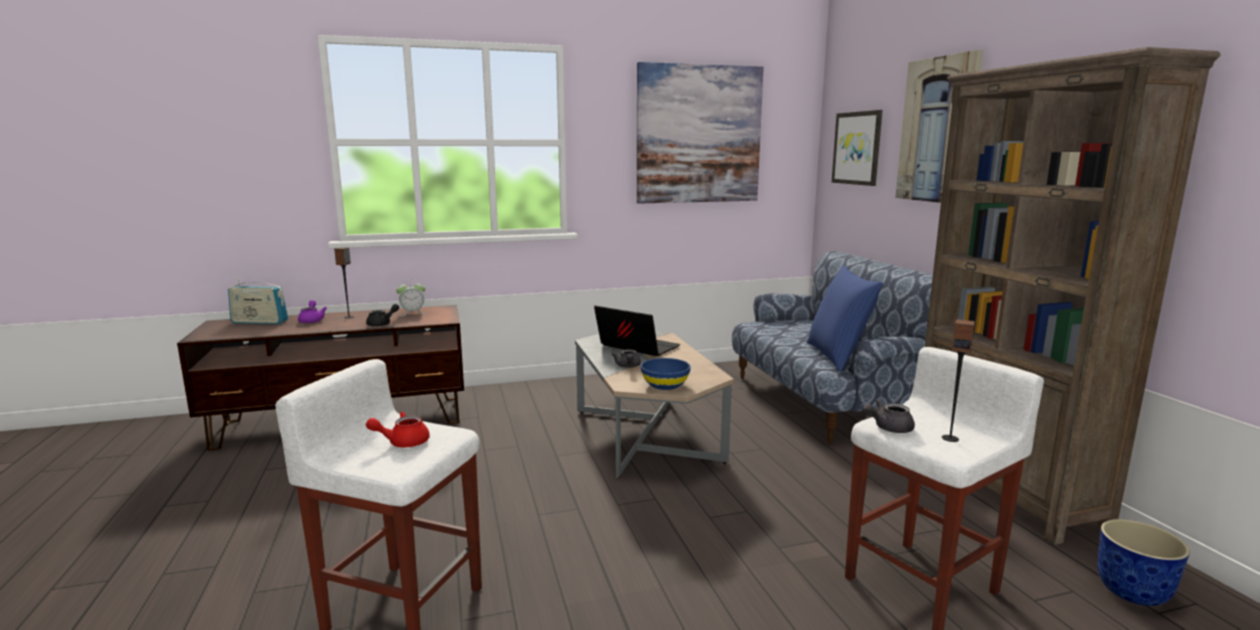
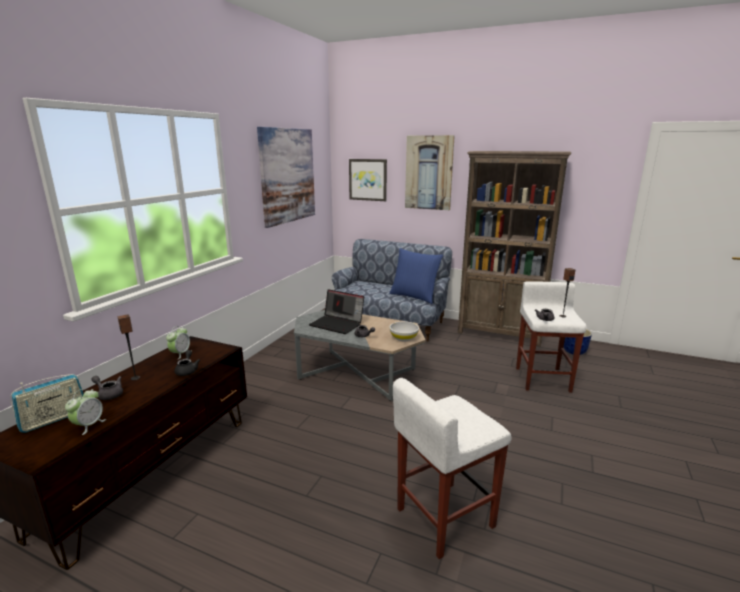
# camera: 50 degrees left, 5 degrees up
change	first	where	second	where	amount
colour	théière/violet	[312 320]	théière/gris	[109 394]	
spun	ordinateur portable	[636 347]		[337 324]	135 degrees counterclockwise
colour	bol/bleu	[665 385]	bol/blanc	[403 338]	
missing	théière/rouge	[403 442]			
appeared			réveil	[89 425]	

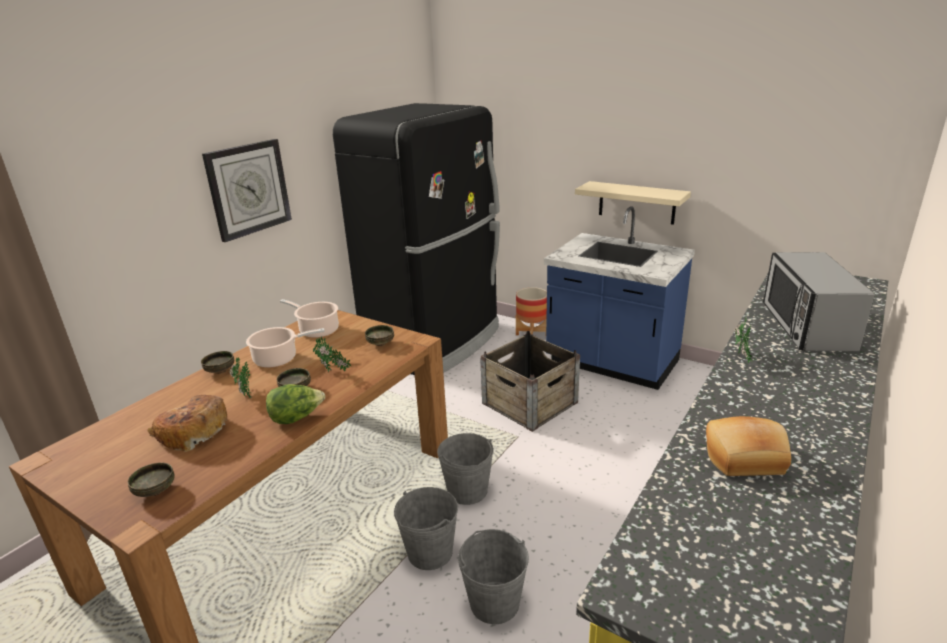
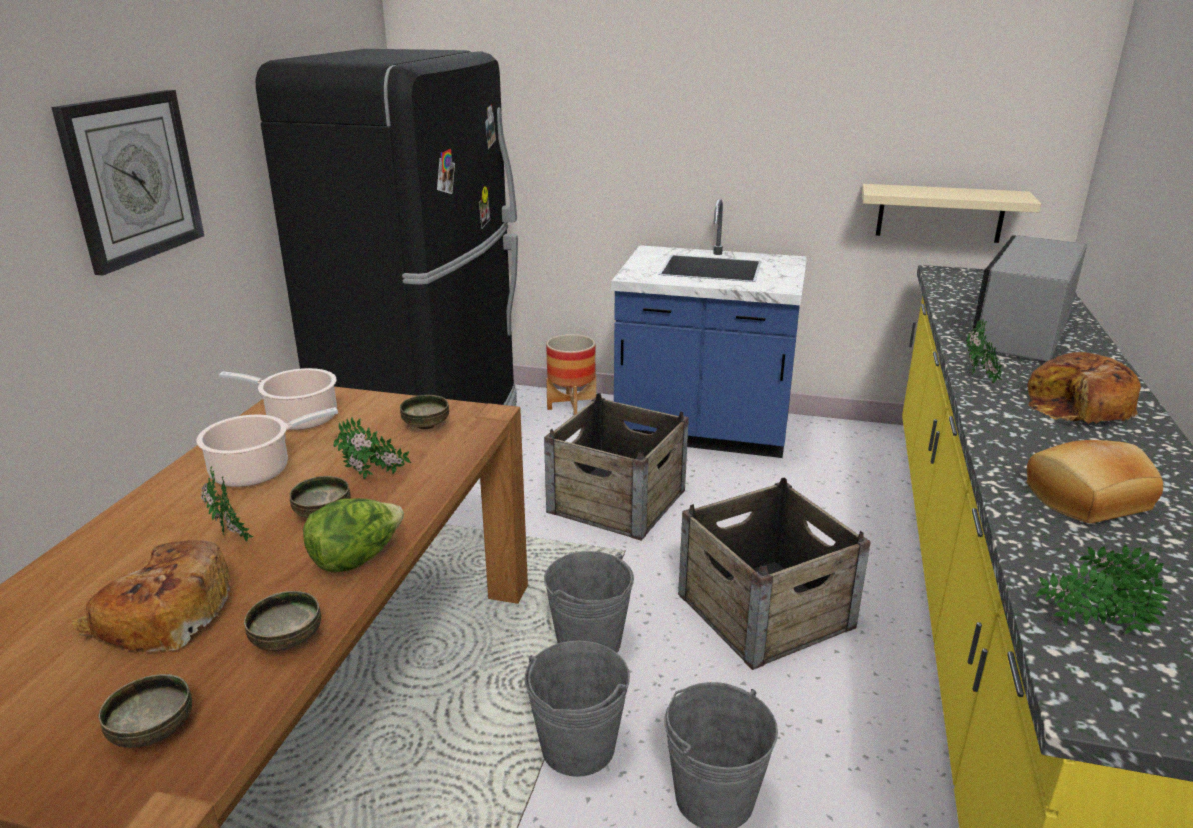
# camera: 20 degrees left, 0 degrees up
change	first	where	second	where	amount
relocated	étagère/beige	[636 202]		[940 213]	
spun	micro-ondes	[806 326]		[1019 333]	45 degrees clockwise
relocated	bol	[220 371]		[288 641]	
appeared			pain	[1078 408]	
appeared			caisse	[764 610]	
appeared			plante en pot	[1090 625]	

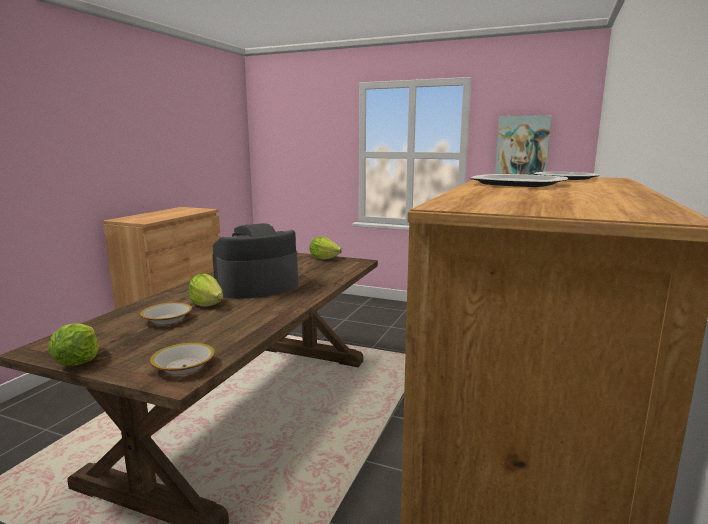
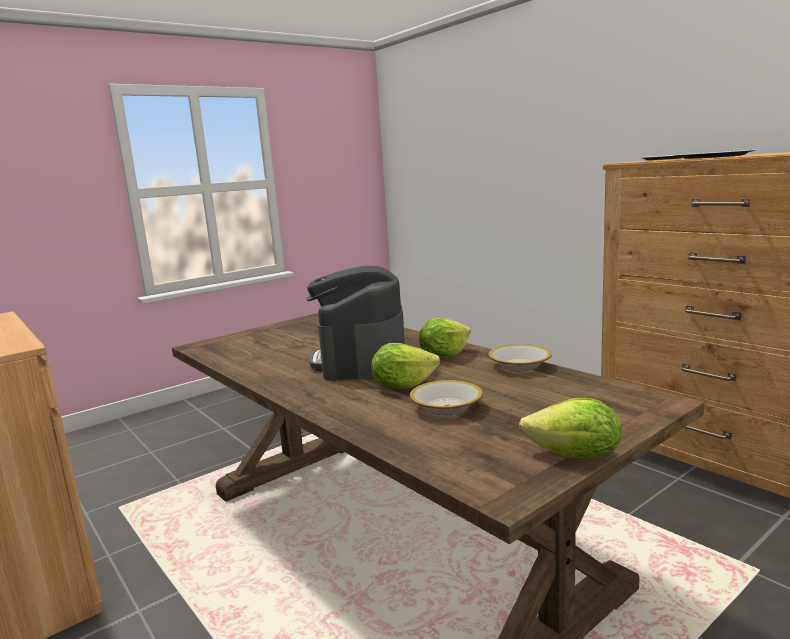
# camera: 60 degrees left, 0 degrees up
change	first	where	second	where	amount
missing	tableau	[522 147]			
relocated	laitue	[324 258]		[444 355]	
relocated	bol	[184 367]		[520 365]	

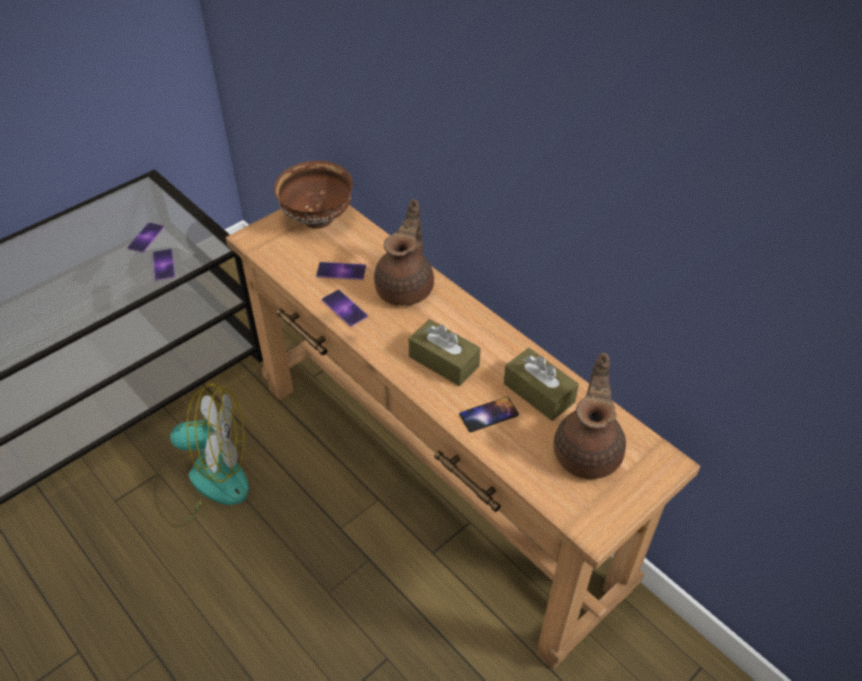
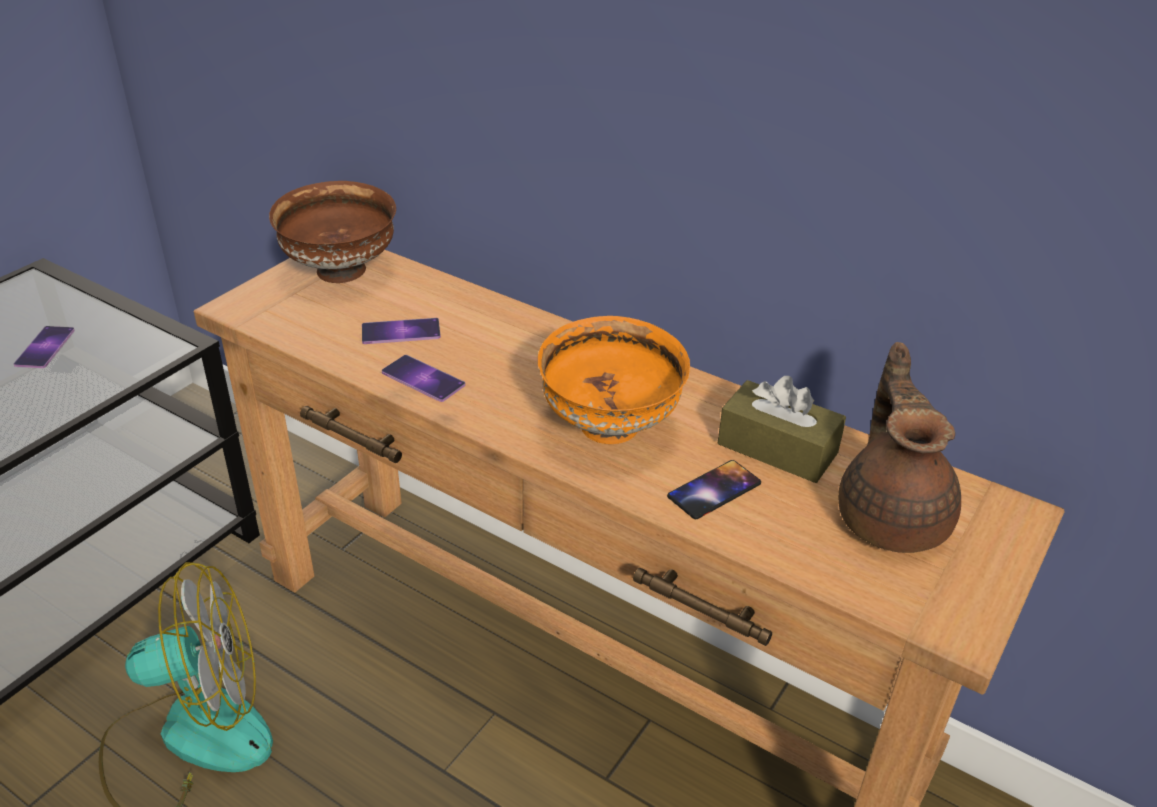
# camera: 15 degrees left, 10 degrees down
change	first	where	second	where	amount
missing	théière/marron	[406 288]			
missing	téléphone	[163 265]			
exchanged	boîte à mouchoirs/marron	[444 361]	bol/orange	[611 428]	

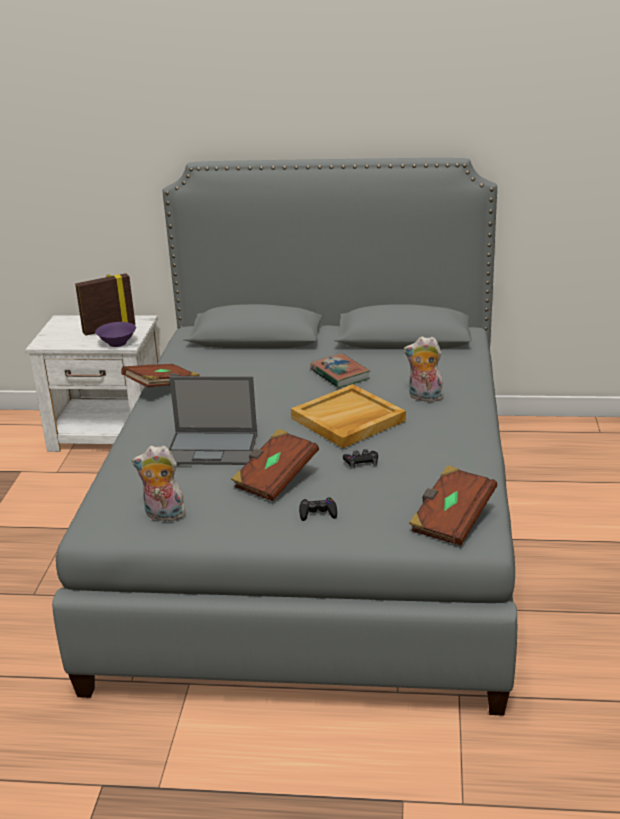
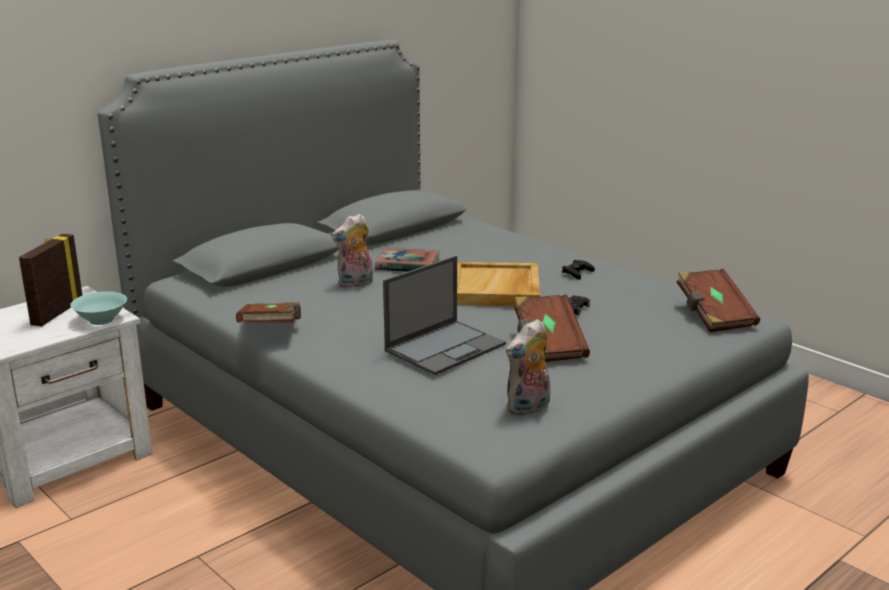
# camera: 50 degrees left, 5 degrees down
change	first	where	second	where	amount
colour	bol/violet	[117 343]	bol/turquoise	[101 319]	
relocated	peluche	[424 398]		[355 284]	
relocated	manette/noir	[318 513]		[577 273]	

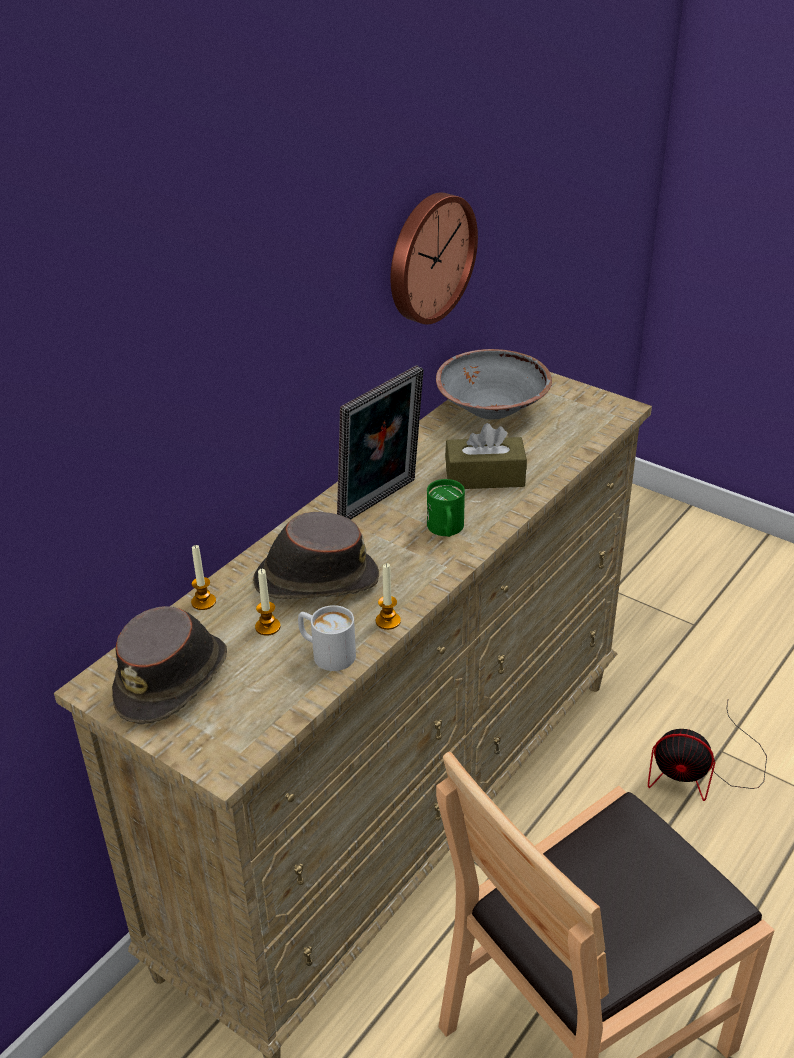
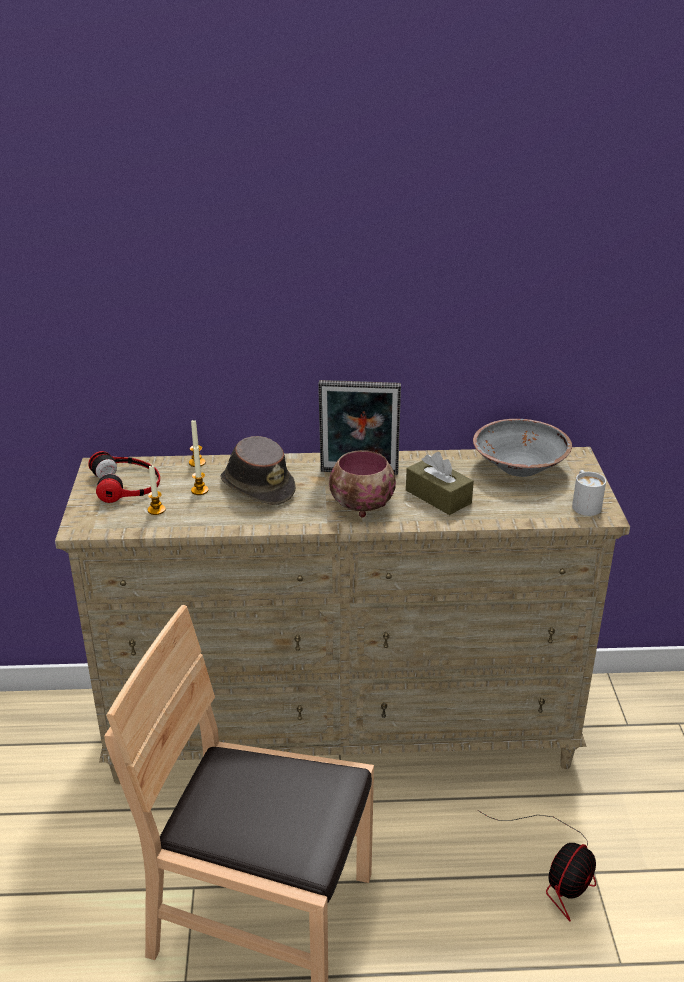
# camera: 50 degrees right, 5 degrees down
change	first	where	second	where	amount
missing	horloge murale	[428 257]			
exchanged	mug/vert	[446 530]	bol	[362 507]	
relocated	bougie	[388 621]		[156 510]	
relocated	mug/blanc	[326 653]		[584 504]	
exchanged	chapeau/marron	[173 679]	casque audio	[127 483]	
spun	ventilateur	[702 771]		[558 871]	120 degrees counterclockwise

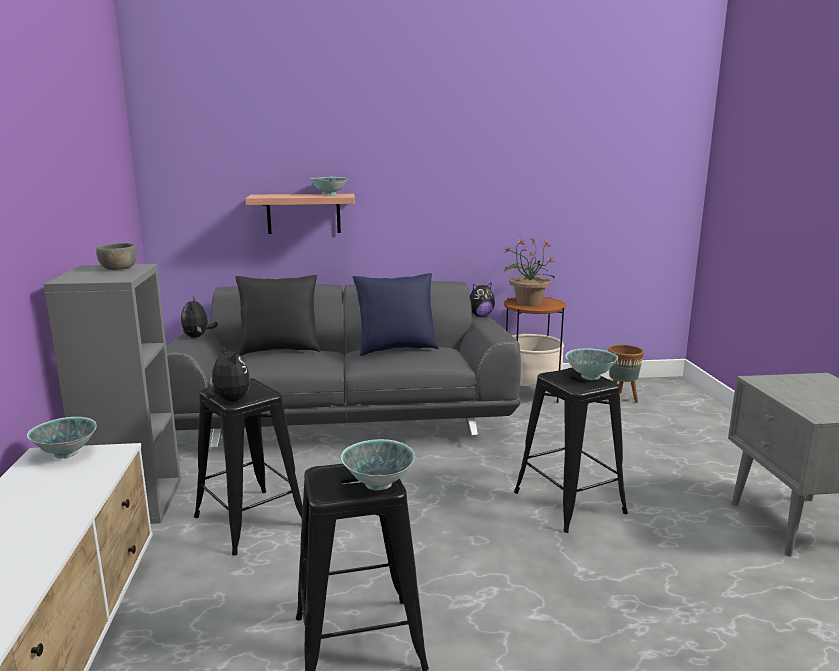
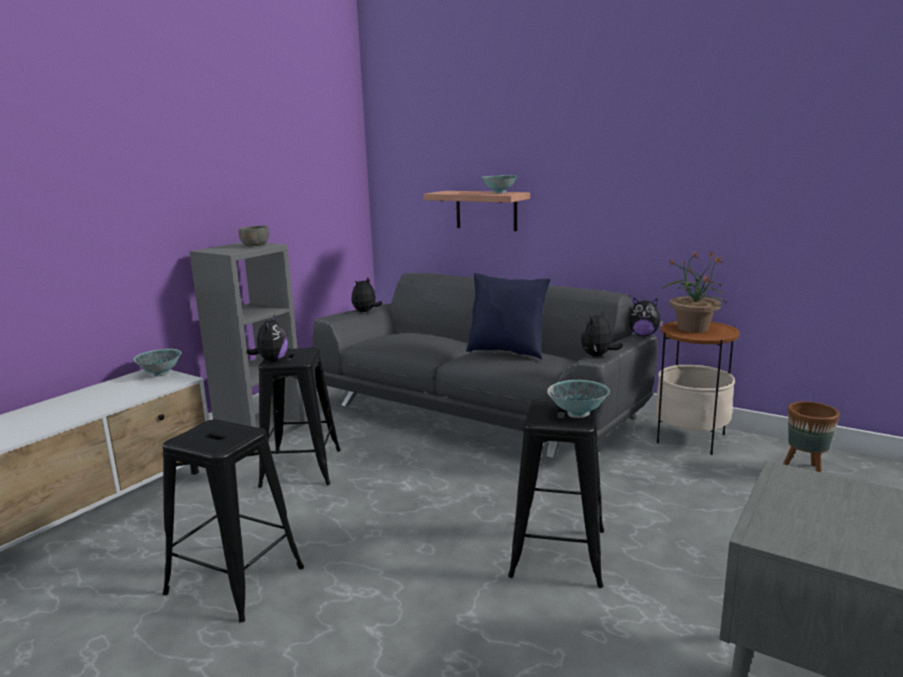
# camera: 40 degrees right, 0 degrees up
change	first	where	second	where	amount
missing	coussin/noir	[279 350]			
missing	bol	[378 484]			
appeared			peluche	[598 356]	

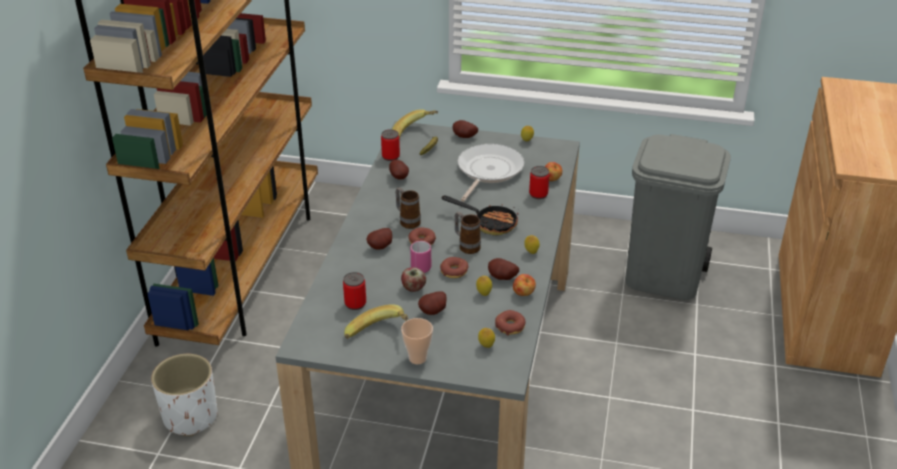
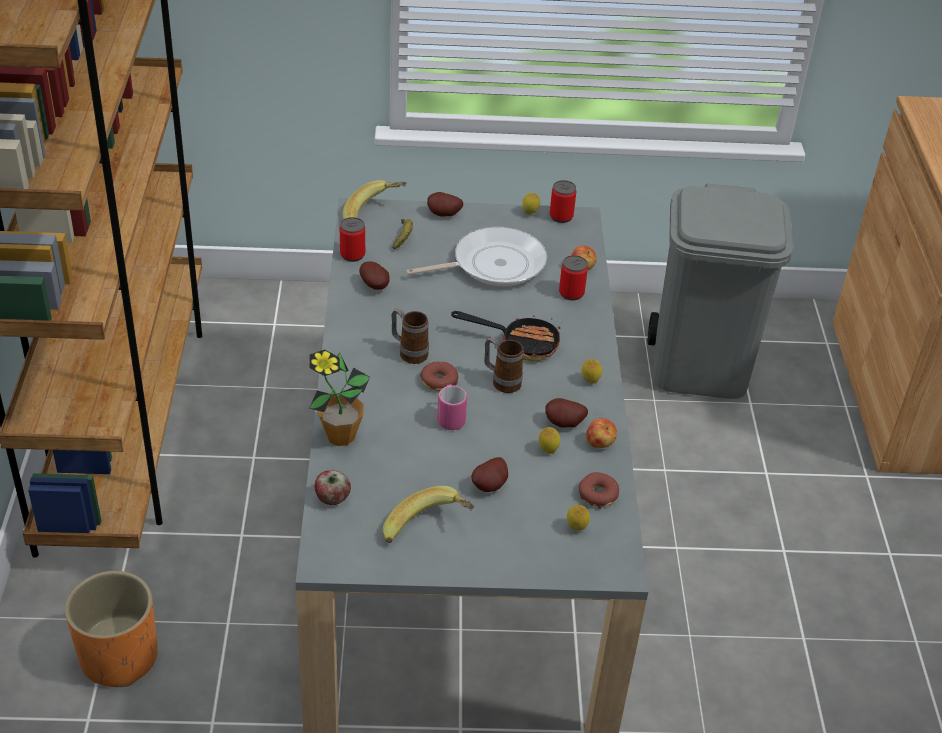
# camera: 15 degrees left, 5 degrees up
change	first	where	second	where	amount
spun	poêle	[488 171]		[493 264]	60 degrees clockwise
missing	pomme de terre	[381 247]			
missing	beignet	[454 271]			
relocated	pomme	[413 288]		[332 499]	
relocated	boîte métallique	[355 303]		[561 216]	
missing	tasse	[417 358]			
colour	cache-pot/blanc	[190 417]	cache-pot/orange	[119 658]	
appeared			plante en pot	[340 436]	

